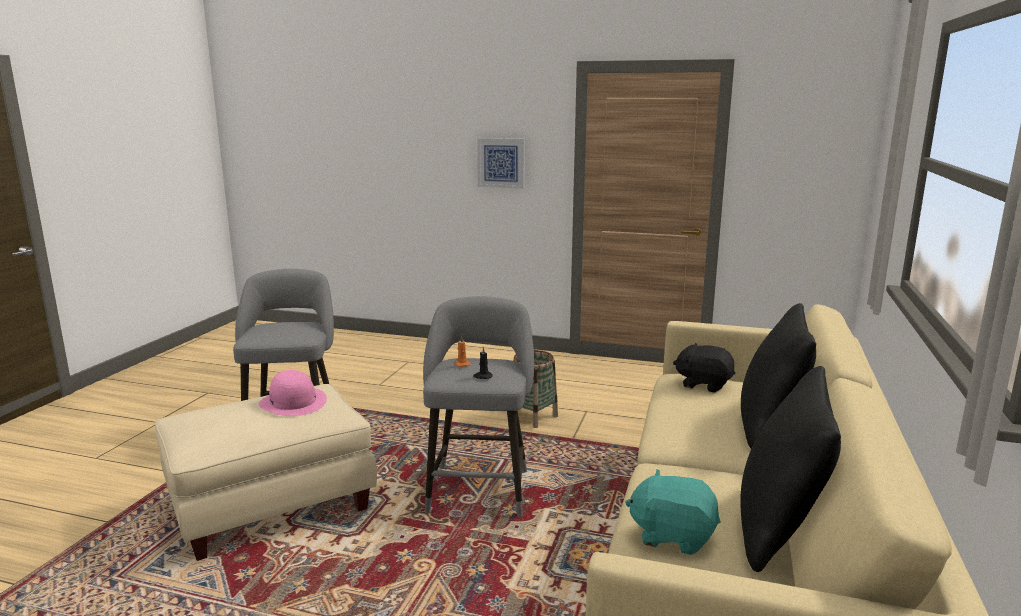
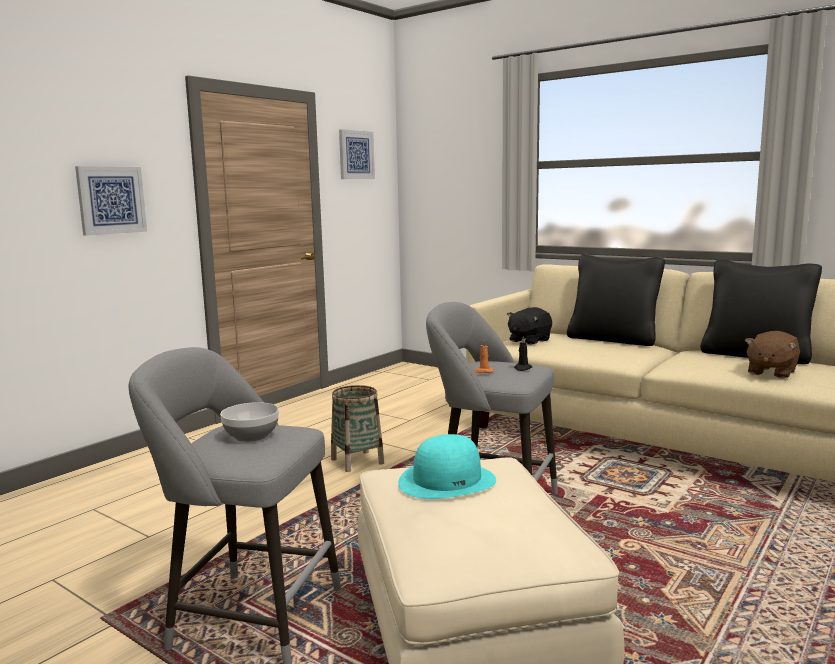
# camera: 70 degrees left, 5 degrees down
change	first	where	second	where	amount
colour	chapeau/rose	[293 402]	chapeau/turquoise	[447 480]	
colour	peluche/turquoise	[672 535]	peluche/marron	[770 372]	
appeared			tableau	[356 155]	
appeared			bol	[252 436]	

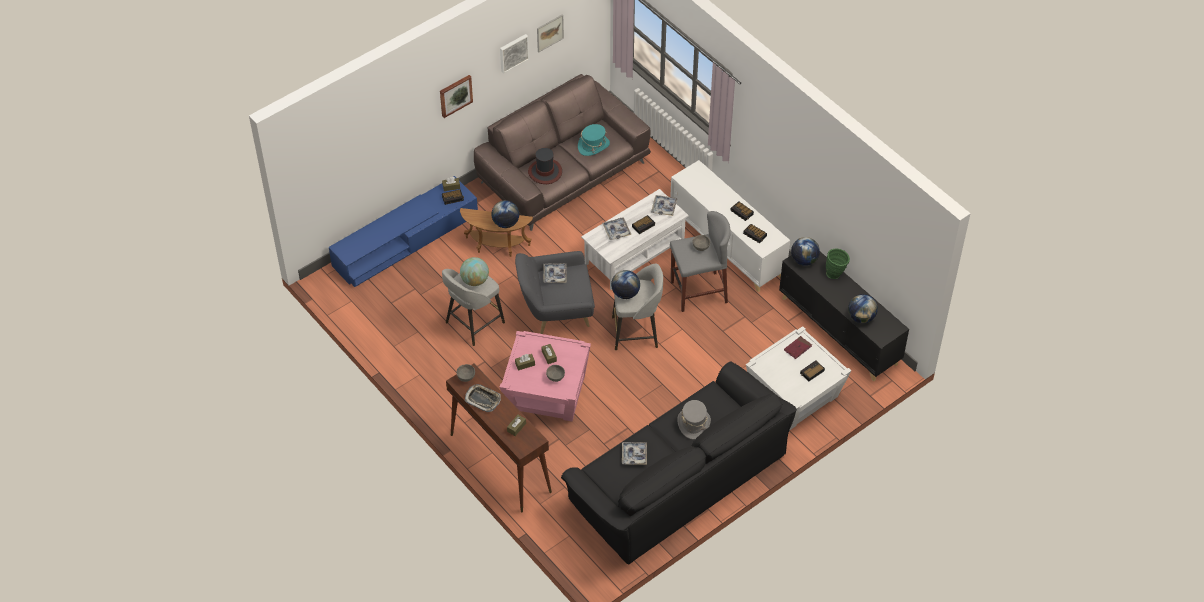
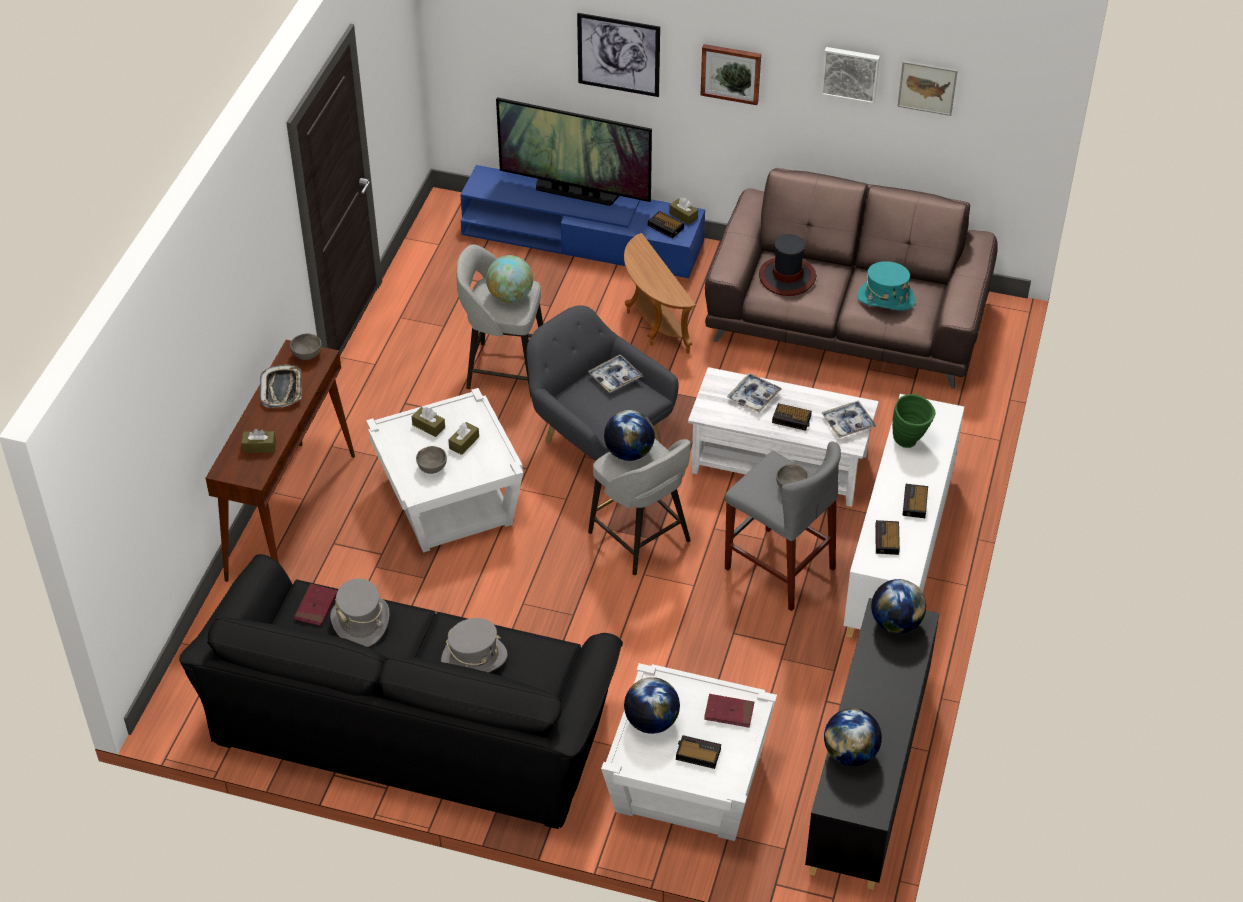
# camera: 55 degrees right, 5 degrees down
change	first	where	second	where	amount
relocated	globe	[505 223]		[651 722]	
relocated	vase/vert	[836 273]		[910 442]	
colour	table d'appoint/rose	[546 394]	table d'appoint/blanc	[448 501]	
exchanged	plateau	[634 455]	chapeau/gris	[361 622]	
appeared			tableau	[618 54]	
appeared			téléviseur	[575 192]	
appeared			livre/rouge	[316 606]	

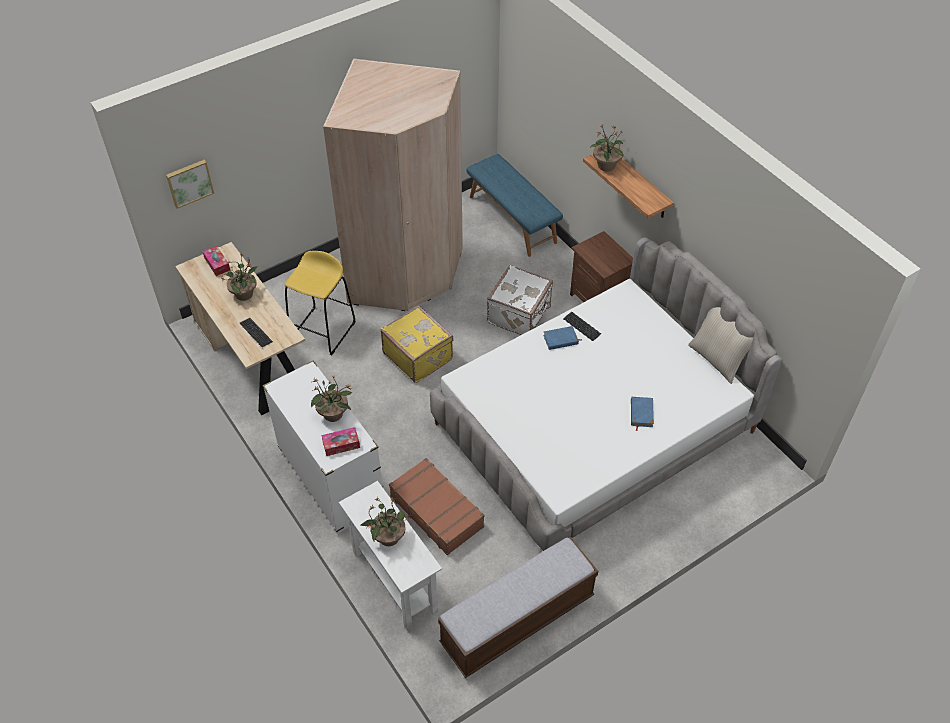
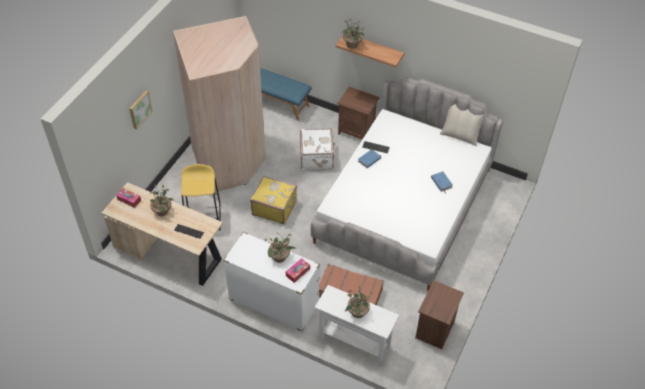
# camera: 30 degrees left, 0 degrees up
change	first	where	second	where	amount
relocated	tableau	[189 183]		[139 109]	
exchanged	banc	[517 620]	table de chevet/marron	[435 330]	

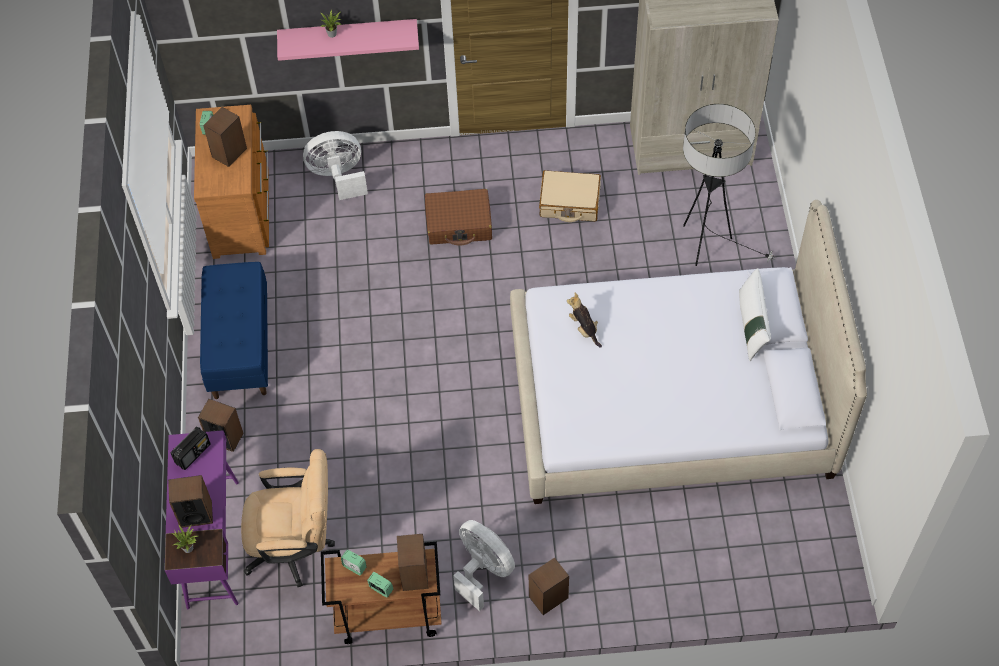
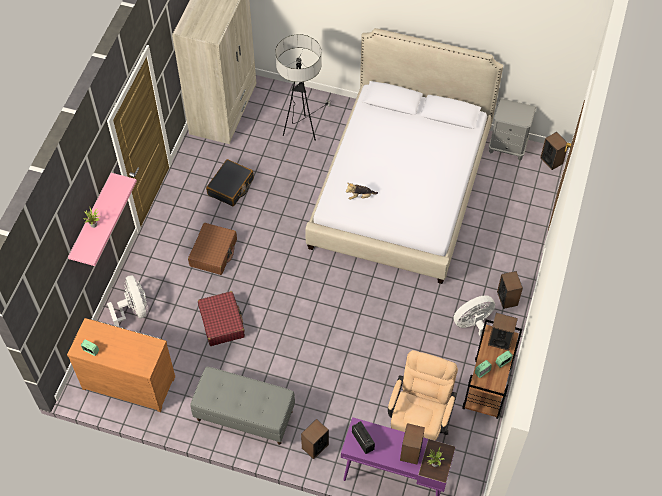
# camera: 70 degrees left, 0 degrees up
change	first	where	second	where	amount
relocated	enceinte	[229 152]		[551 160]	
spun	ventilateur/blanc	[338 177]		[134 310]	150 degrees clockwise
colour	valise/beige	[569 202]	valise/noir	[231 187]	
colour	banc/bleu	[239 345]	banc/gris	[244 415]	
missing	coussin/blanc	[751 326]			
appeared			table de chevet/gris	[507 147]	
appeared			valise/rouge	[222 322]	

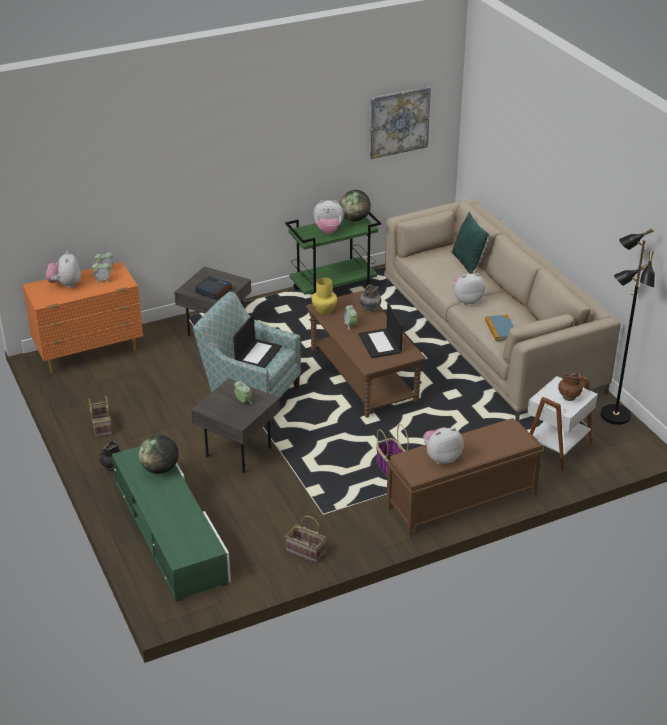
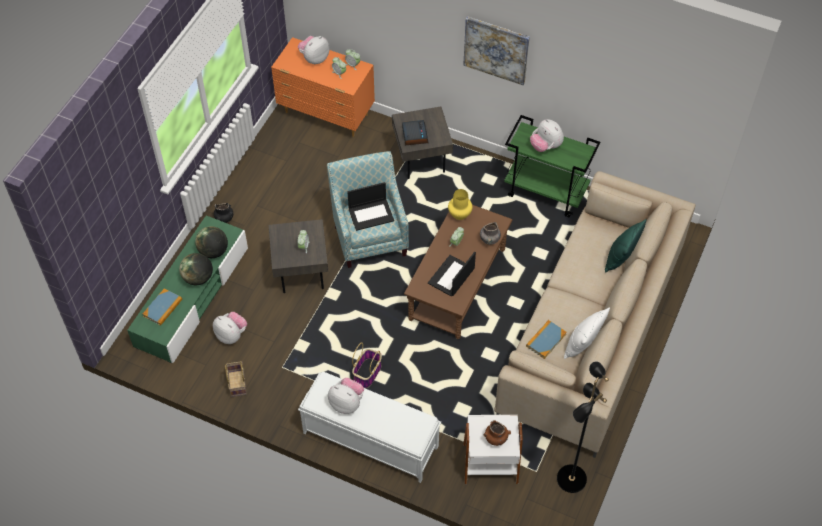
# camera: 50 degrees right, 20 degrees up
change	first	where	second	where	amount
relocated	tableau	[399 122]		[496 50]	
relocated	globe	[354 219]		[198 278]	
relocated	peluche	[467 300]		[231 335]	
missing	panier	[101 426]			
colour	banc/marron	[460 501]	banc/blanc	[369 439]	
appeared			livre	[163 308]	
appeared			coussin/blanc	[582 344]	

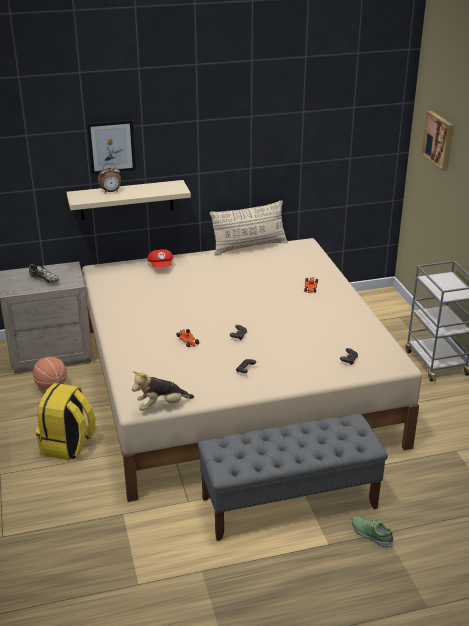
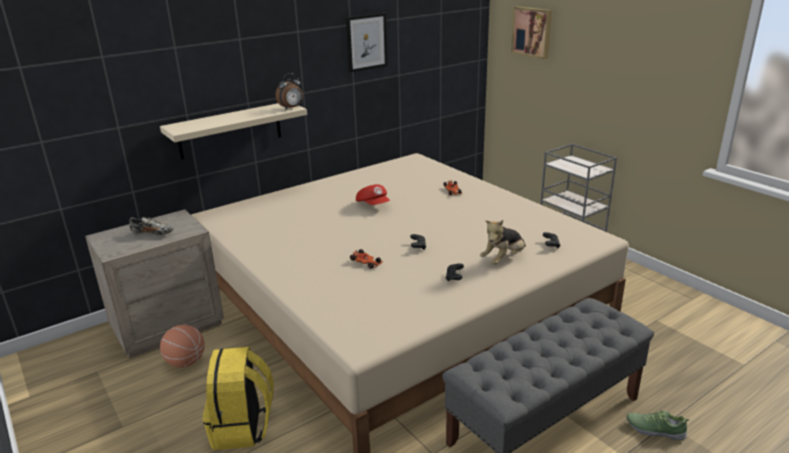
# camera: 20 degrees left, 5 degrees down
change	first	where	second	where	amount
relocated	tableau	[111 146]		[366 42]	
relocated	réveil	[111 192]		[291 108]	
missing	coussin/beige	[249 246]			
relocated	casquette/rouge	[161 266]		[373 205]	
relocated	peluche	[161 406]		[503 259]	

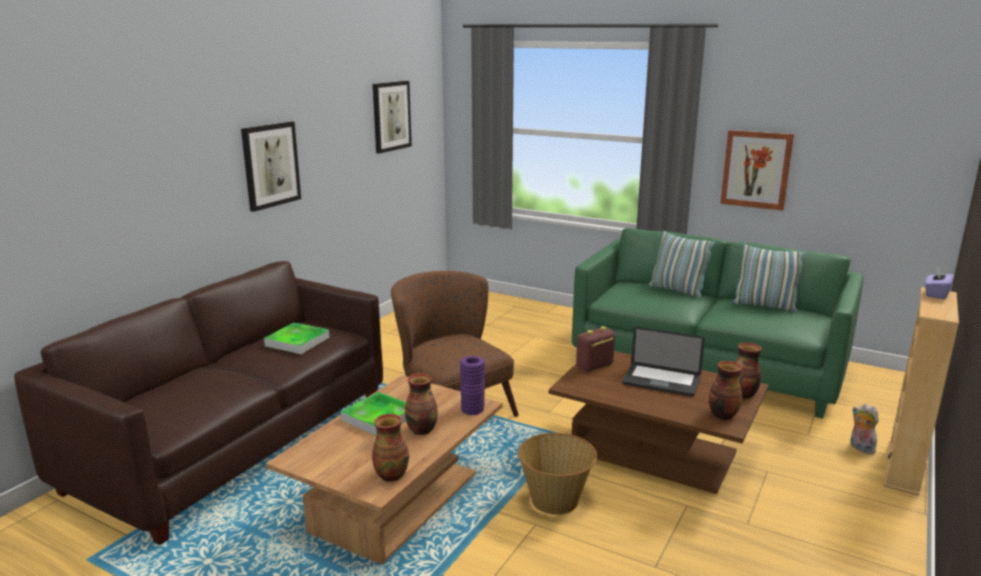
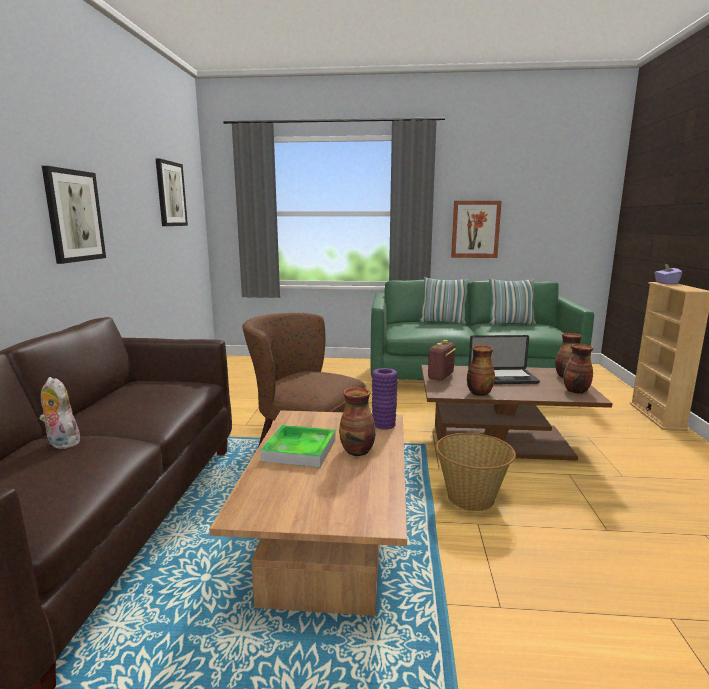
# camera: 25 degrees left, 5 degrees down
change	first	where	second	where	amount
missing	plateau	[297 341]			
relocated	peluche	[860 448]		[61 443]	
relocated	vase	[391 475]		[479 393]	

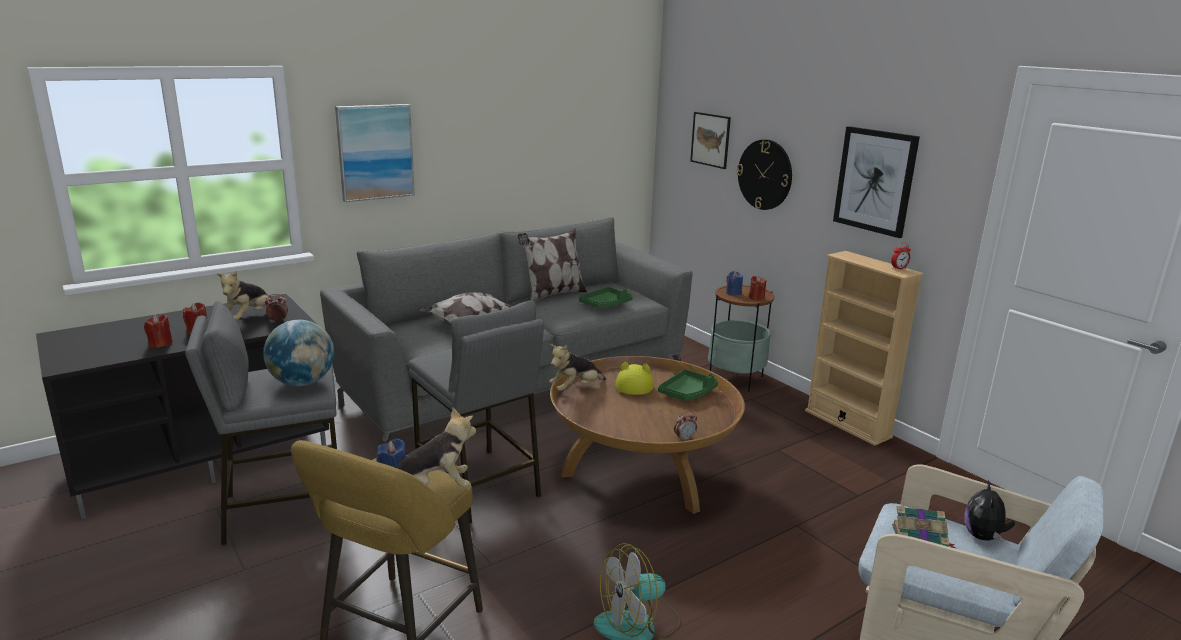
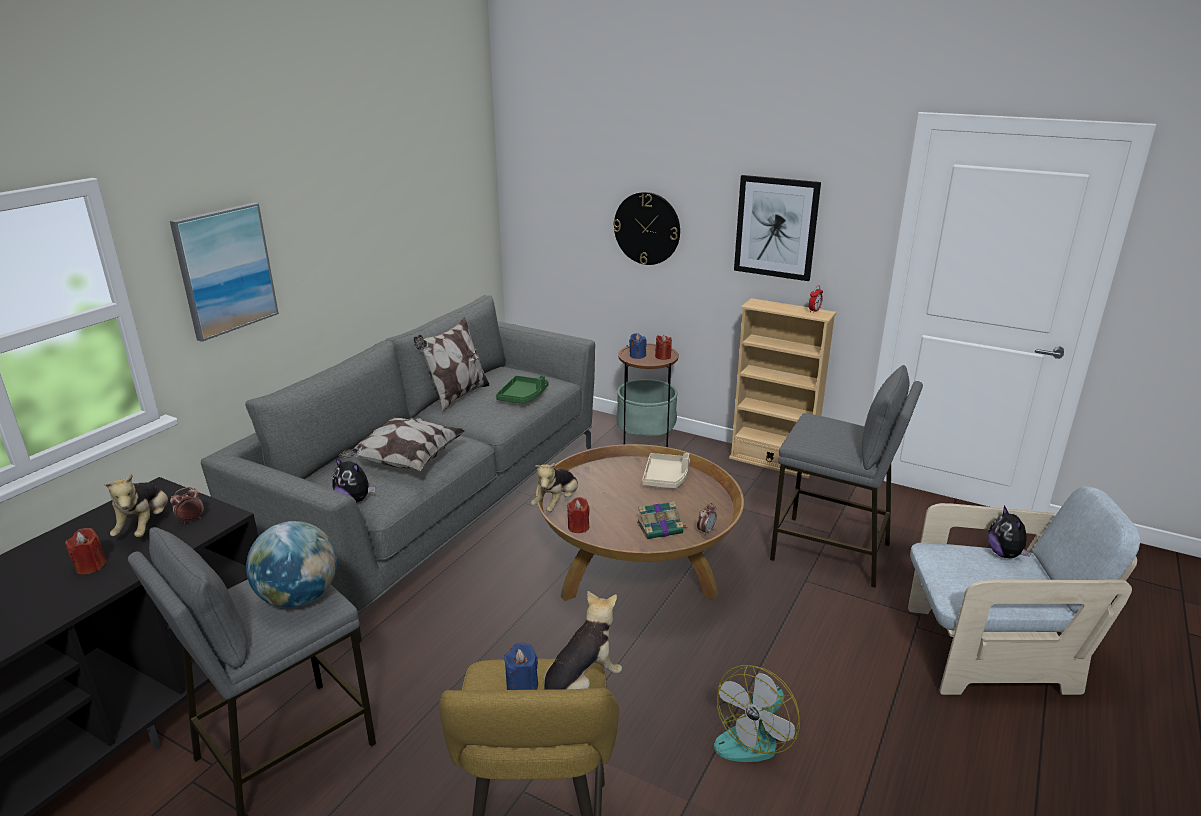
# camera: 25 degrees left, 5 degrees up
change	first	where	second	where	amount
missing	tableau	[710 140]			
relocated	tabouret/gris	[478 485]		[831 552]	
relocated	bougie/rouge	[160 343]		[578 527]	
missing	chapeau/jaune	[634 384]			
colour	plateau/vert	[688 393]	plateau/beige	[666 478]	
relocated	livre	[920 539]		[661 528]	
appeared			peluche	[355 500]	

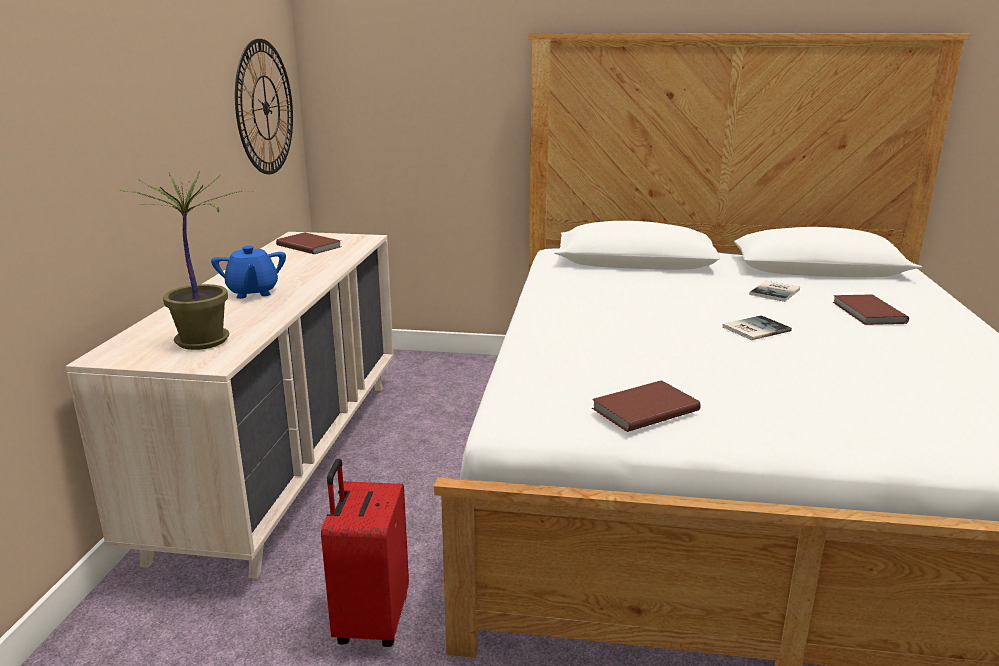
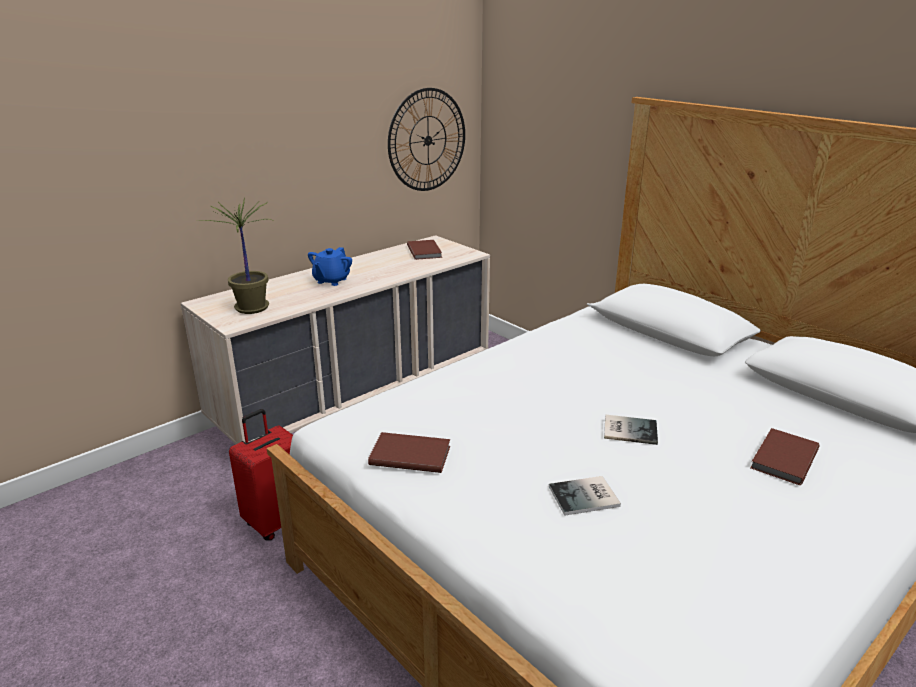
# camera: 40 degrees right, 5 degrees up
change	first	where	second	where	amount
relocated	livre	[776 292]		[586 497]	

